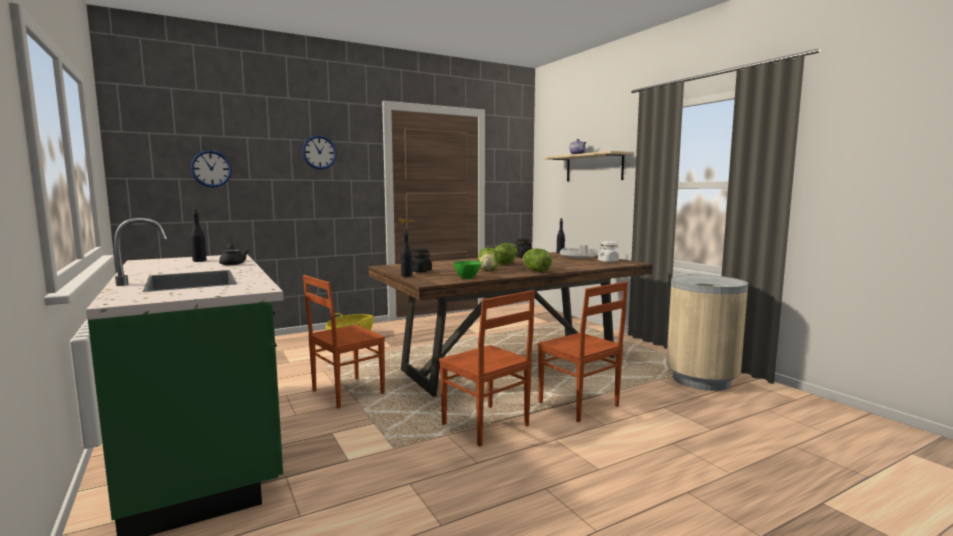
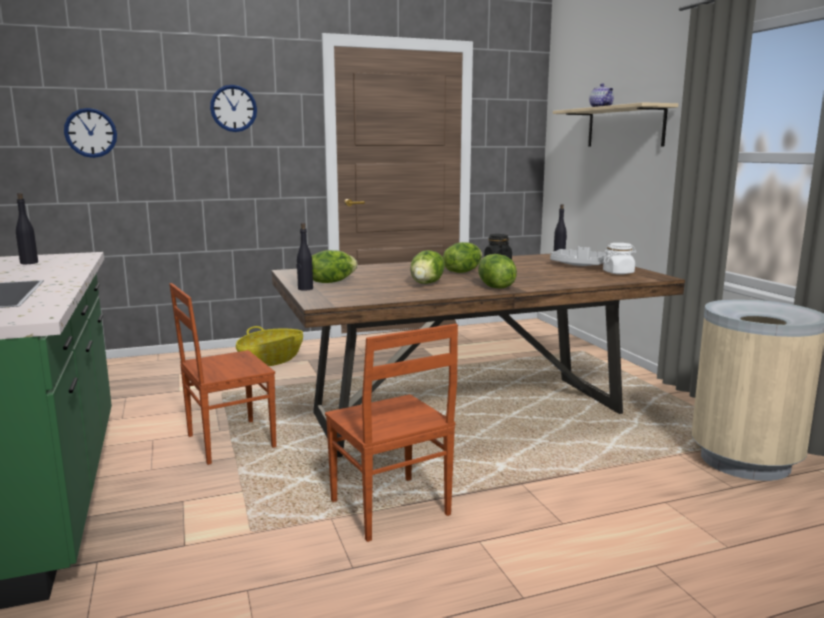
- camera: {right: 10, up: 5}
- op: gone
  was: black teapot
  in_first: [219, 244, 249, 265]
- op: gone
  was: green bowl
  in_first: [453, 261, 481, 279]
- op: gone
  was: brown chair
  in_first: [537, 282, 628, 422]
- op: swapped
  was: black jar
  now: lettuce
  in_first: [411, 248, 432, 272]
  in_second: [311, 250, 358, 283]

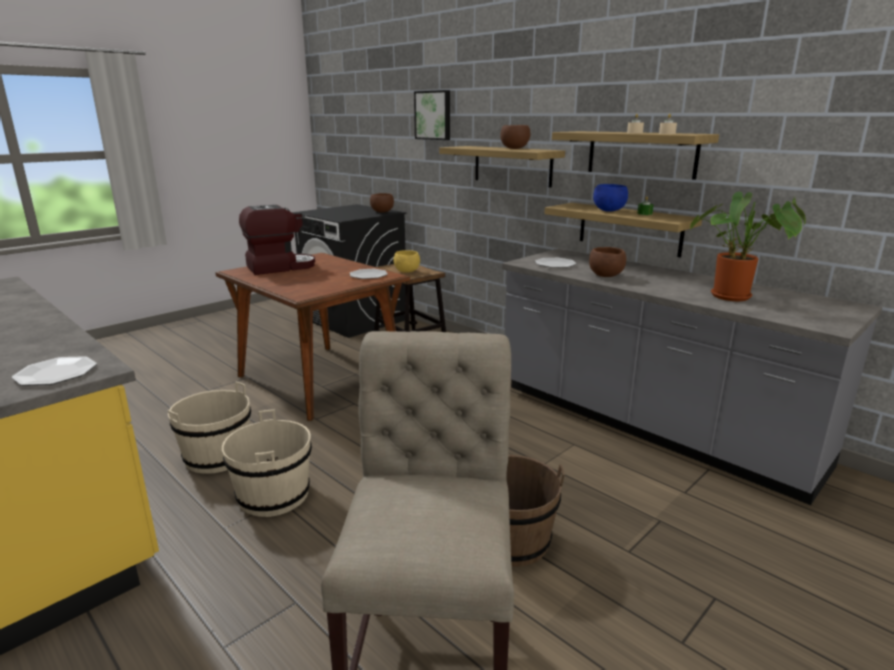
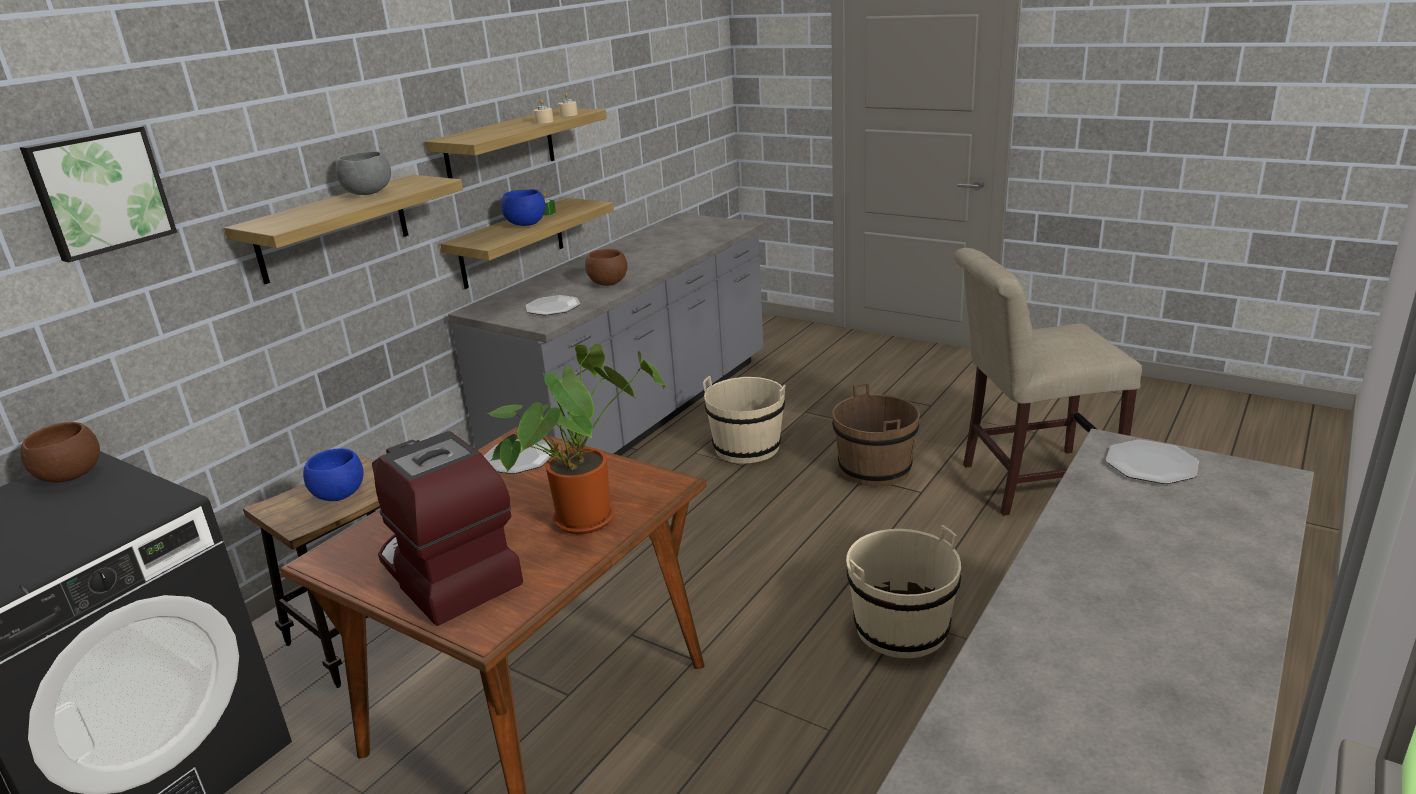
- camera: {right: -100, up: 5}
- op: shifted
  was: beige bucket
  in_first: [168, 381, 251, 474]
  in_second: [703, 376, 786, 464]
- op: shifted
  was: potted plant
  in_first: [690, 192, 806, 301]
  in_second: [487, 343, 665, 534]
- op: repainted
  was: yellow bowl
  now: blue bowl
  in_first: [394, 250, 420, 273]
  in_second: [303, 448, 364, 501]
- op: repainted
  was: brown bowl
  now: grey bowl
  in_first: [500, 125, 530, 149]
  in_second: [336, 151, 391, 195]

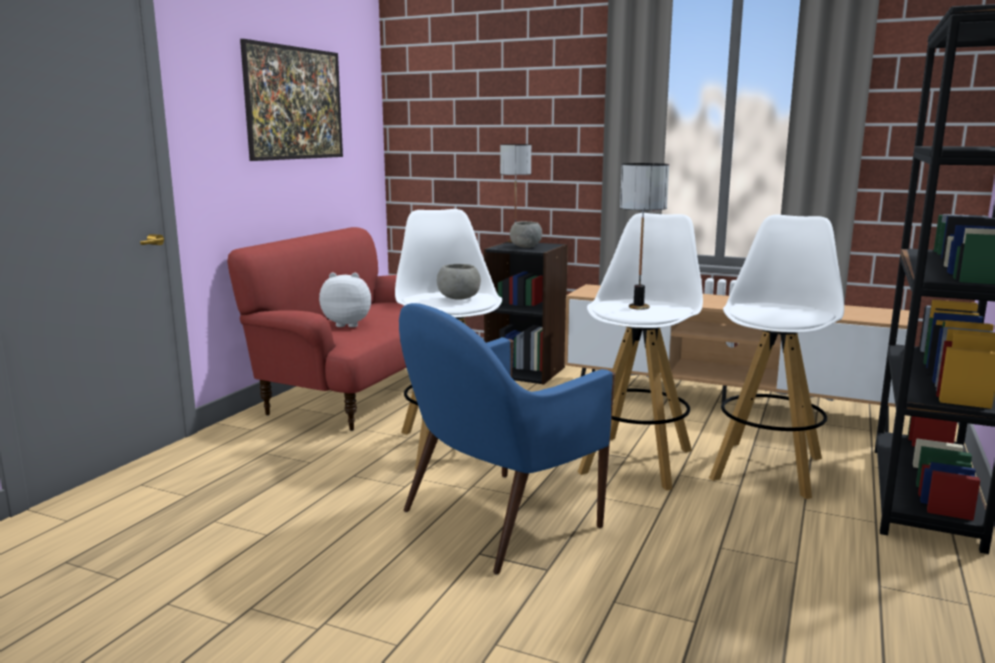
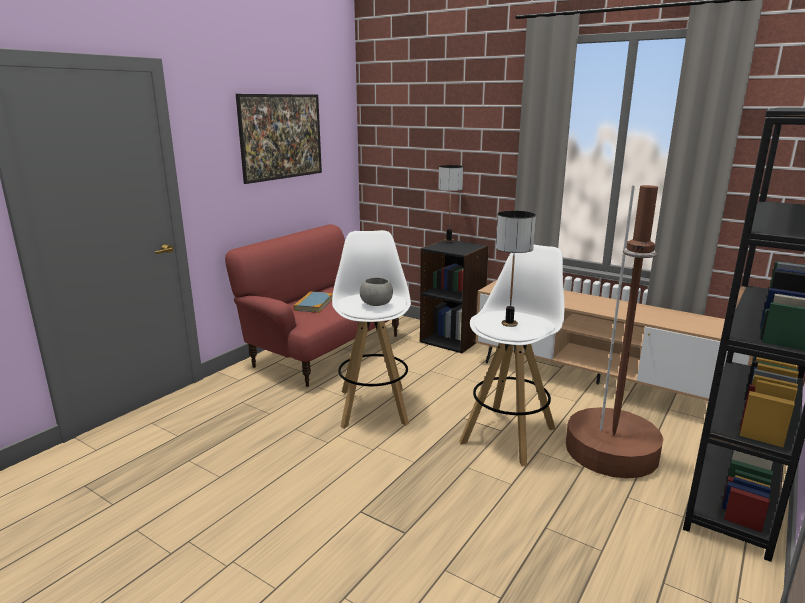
- camera: {right: 10, up: 5}
- op: gone
  was: blue armchair
  in_first: [399, 303, 615, 574]
- op: gone
  was: grey bowl
  in_first: [510, 221, 542, 248]
- op: swapped
  was: plush toy
  now: book
  in_first: [319, 272, 371, 327]
  in_second: [294, 292, 333, 313]
- op: swapped
  was: white stool
  now: brown floor lamp
  in_first: [709, 214, 844, 499]
  in_second: [566, 185, 664, 478]

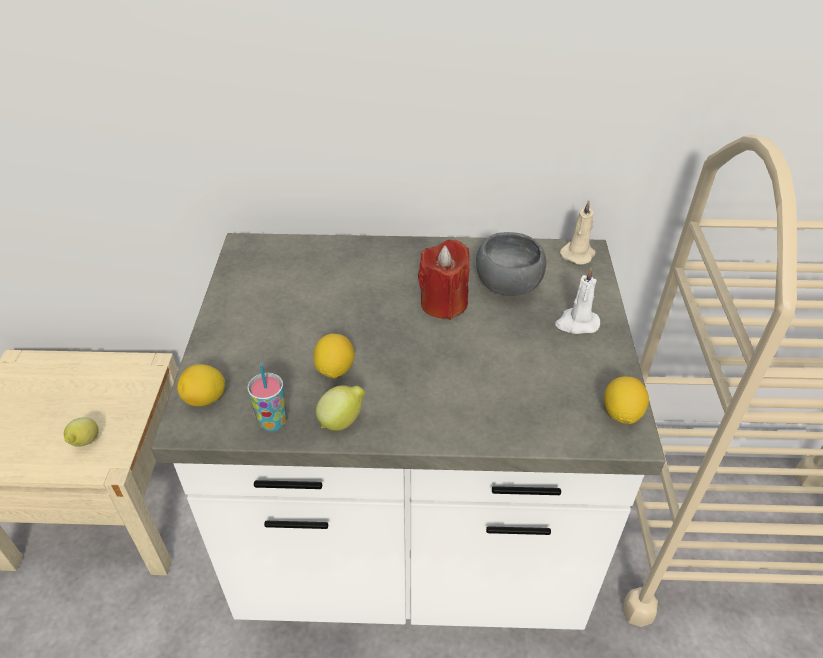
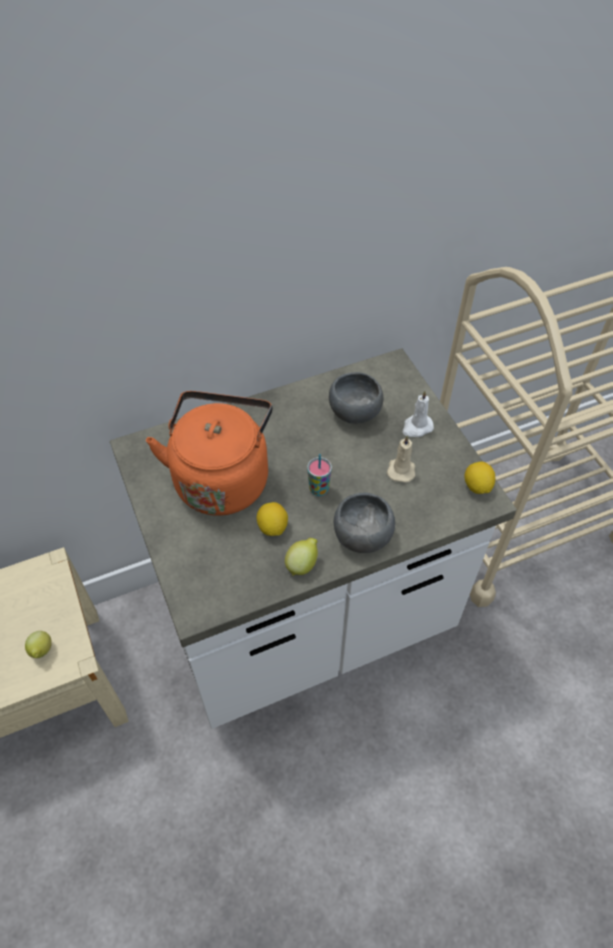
- camera: {right: -25, up: 10}
- op: gone
  was: lemon
  in_first: [177, 364, 225, 406]
- op: gone
  was: red candle
  in_first: [418, 239, 470, 320]
- op: new
  now: orange kettle
  in_second: [146, 391, 272, 516]
- op: new
  now: grey bowl
  in_second: [334, 493, 395, 553]
- op: shifted
  was: cup
  in_first: [247, 365, 287, 431]
  in_second: [307, 454, 332, 496]
- op: shifted
  was: beige candle
  in_first: [560, 200, 596, 265]
  in_second: [387, 435, 415, 483]

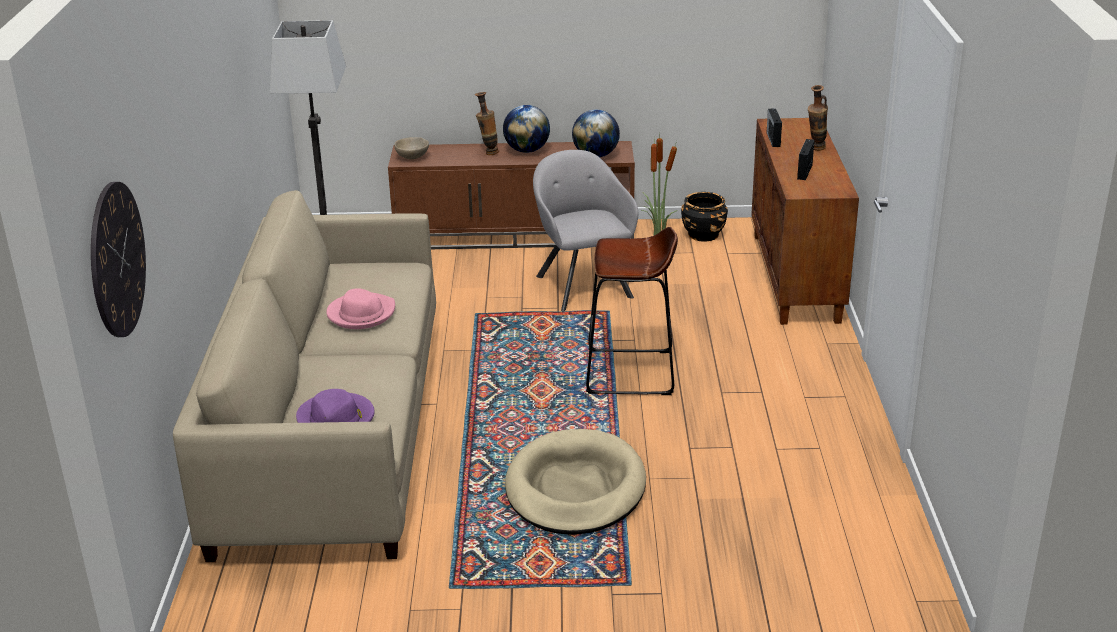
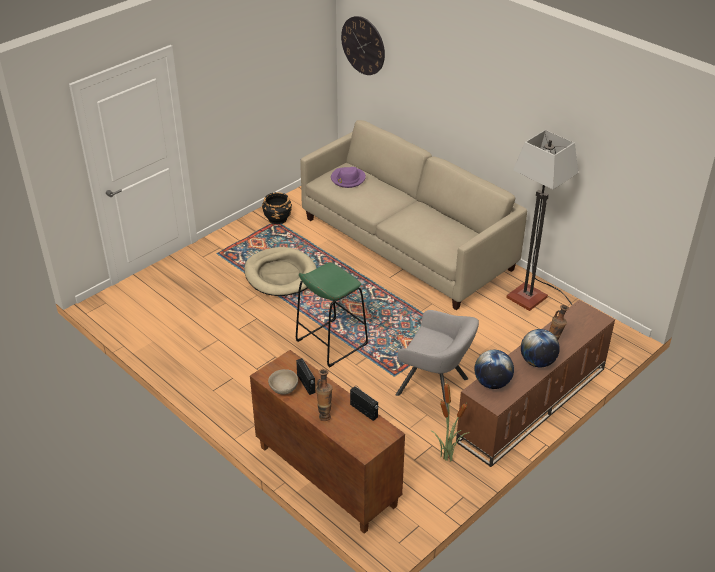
- camera: {right: 135, up: 10}
- op: gone
  was: pink hat
  in_first: [326, 288, 395, 329]
- op: shifted
  was: beige bowl
  in_first: [394, 137, 429, 159]
  in_second: [268, 369, 298, 395]
- op: shifted
  was: black planter
  in_first: [681, 192, 728, 242]
  in_second: [262, 192, 292, 224]
- op: repainted
  was: brown stool
  now: green stool
  in_first: [586, 227, 678, 395]
  in_second: [296, 262, 368, 367]

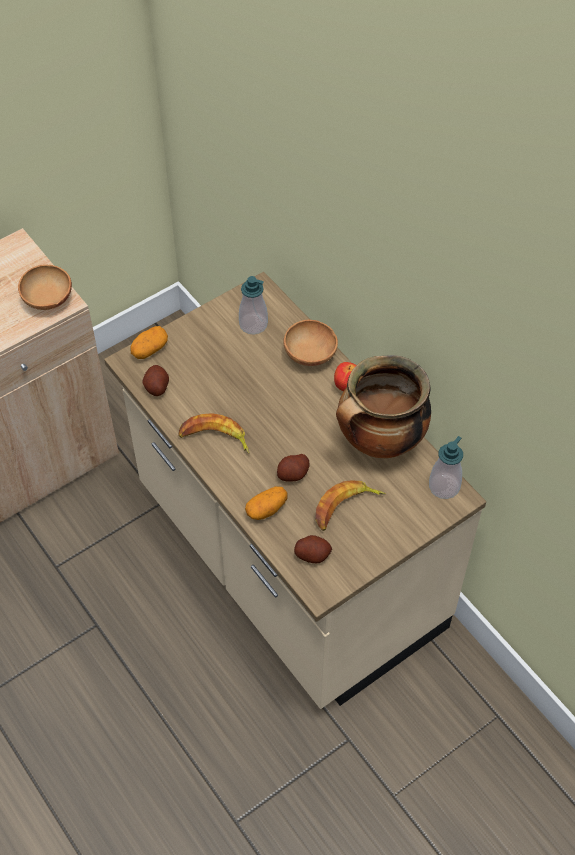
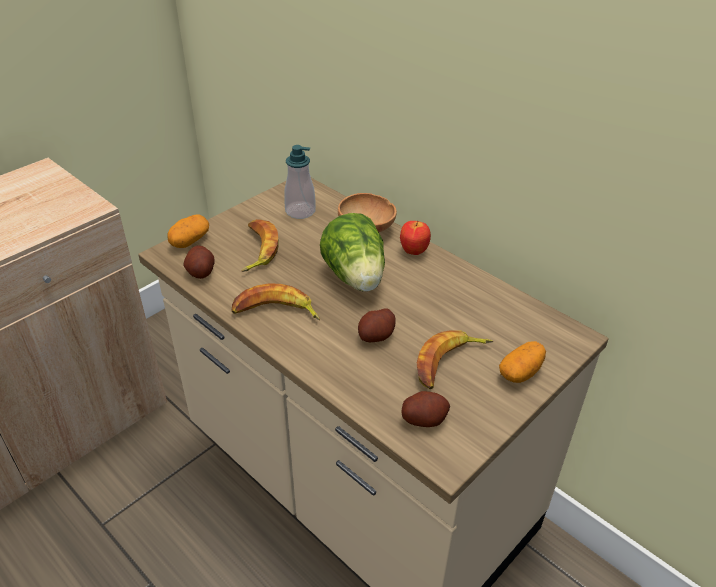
- camera: {right: -10, up: -15}
- op: gone
  was: brown bowl
  in_first: [18, 264, 72, 310]
- op: gone
  was: cooking pot
  in_first: [336, 355, 431, 458]
- op: gone
  was: soap dispenser
  in_first: [429, 436, 463, 499]
- op: new
  now: banana
  in_second: [242, 219, 279, 272]
- op: new
  now: lettuce
  in_second: [320, 213, 385, 292]
- op: shifted
  was: potato
  in_first: [245, 486, 288, 520]
  in_second: [499, 341, 546, 383]

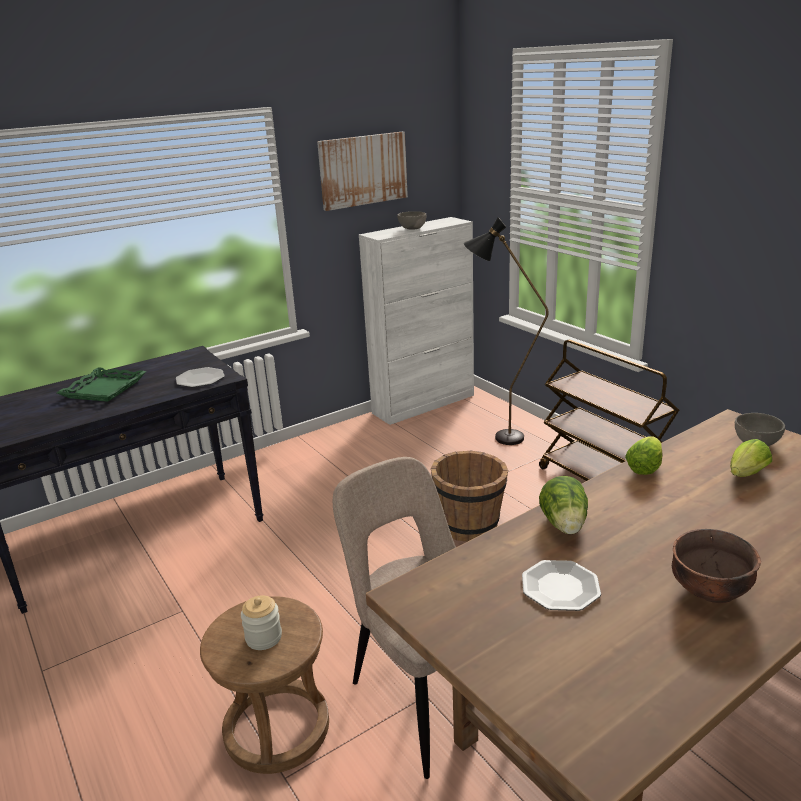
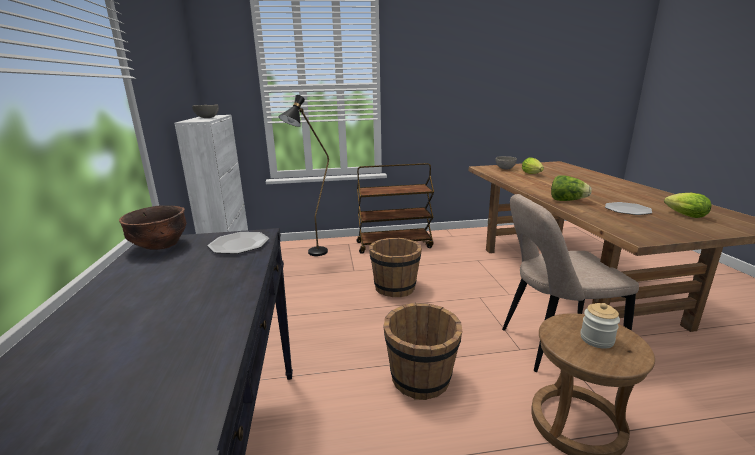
- camera: {right: -65, up: -5}
- op: gone
  was: green tray
  in_first: [57, 368, 146, 402]
- op: gone
  was: picture
  in_first: [317, 132, 408, 211]
- op: new
  now: brown bucket
  in_second: [383, 302, 463, 400]
- op: shifted
  was: lettuce
  in_first: [625, 436, 663, 475]
  in_second: [664, 193, 712, 218]
- op: shifted
  was: brown bowl
  in_first: [672, 529, 761, 603]
  in_second: [119, 205, 186, 250]

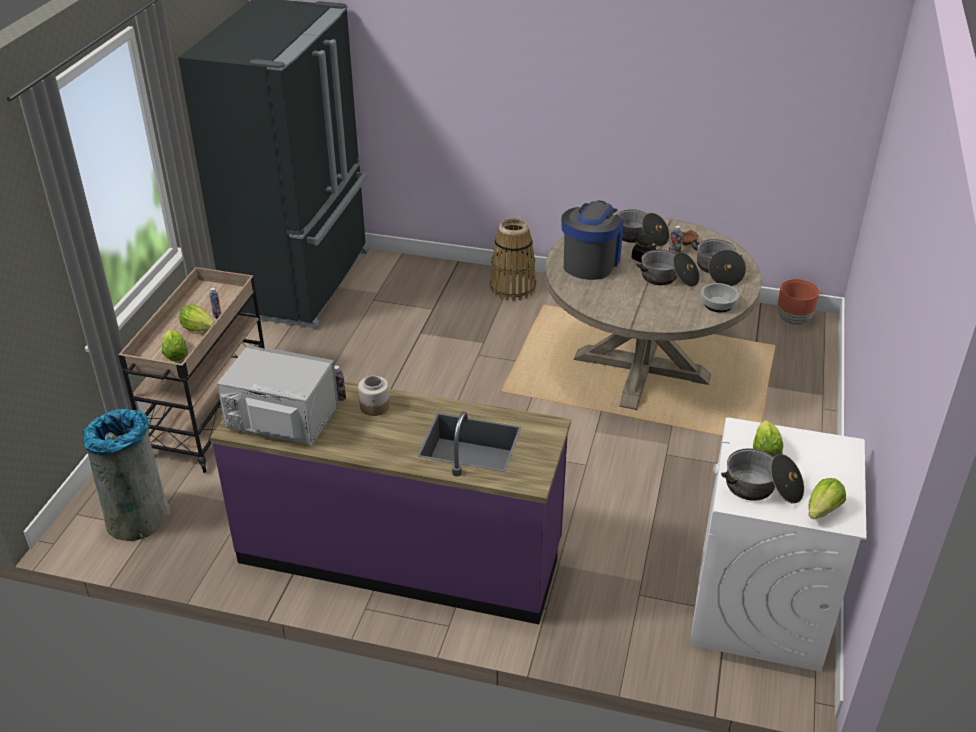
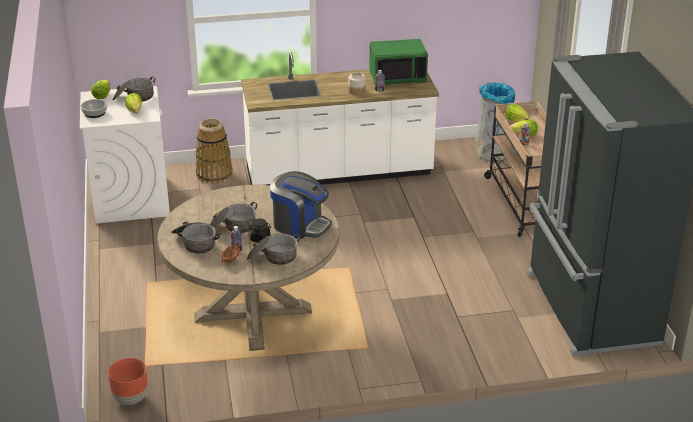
- camera: {right: 155, up: -5}
- op: shifted
  was: basket
  in_first: [490, 218, 536, 301]
  in_second: [196, 119, 233, 184]
- op: shifted
  was: bowl
  in_first: [701, 283, 739, 313]
  in_second: [80, 99, 107, 118]
- op: repainted
  was: purple counter
  now: white counter
  in_first: [210, 381, 571, 624]
  in_second: [241, 53, 439, 185]
- op: repainted
  was: grey microwave
  now: green microwave
  in_first: [217, 345, 338, 445]
  in_second: [369, 39, 428, 85]
- op: rotated
  was: coffee machine
  in_first: [561, 200, 624, 280]
  in_second: [270, 171, 332, 239]
  clockwise: -60

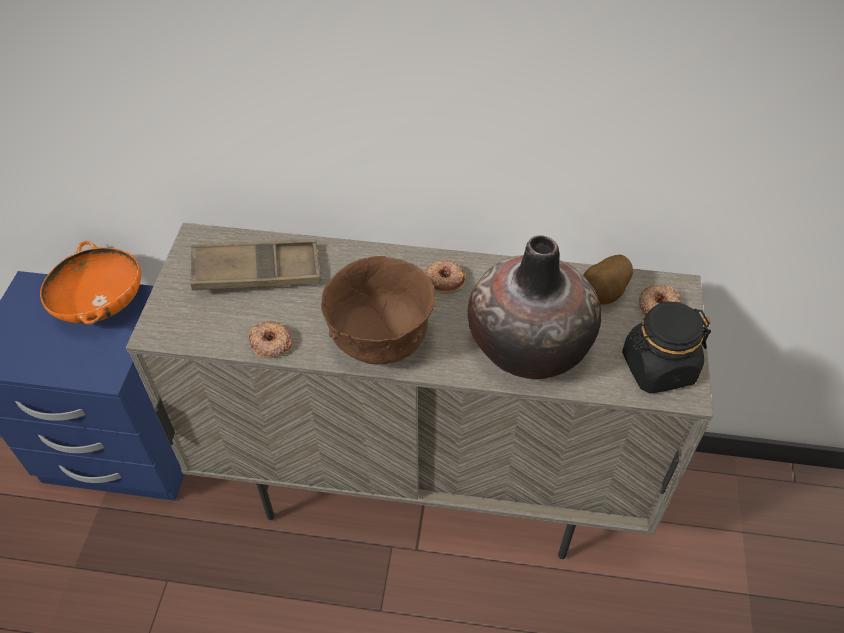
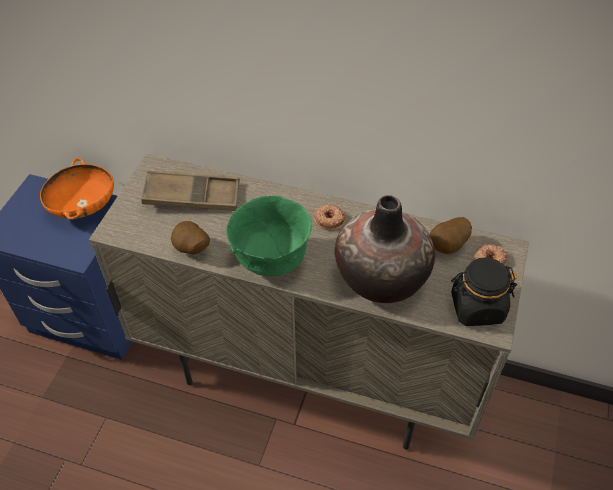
- camera: {right: 10, up: 0}
- op: swapped
  was: donut
  now: potato
  in_first: [248, 320, 292, 358]
  in_second: [171, 221, 210, 255]
- op: repainted
  was: brown bowl
  now: green bowl
  in_first: [321, 256, 436, 365]
  in_second: [226, 195, 312, 276]

